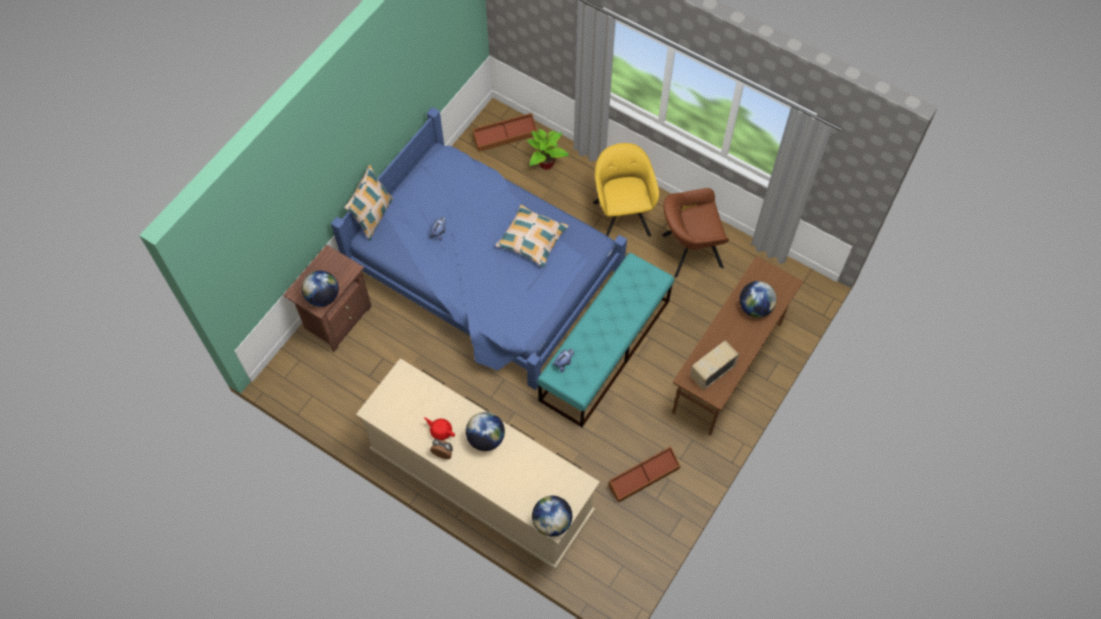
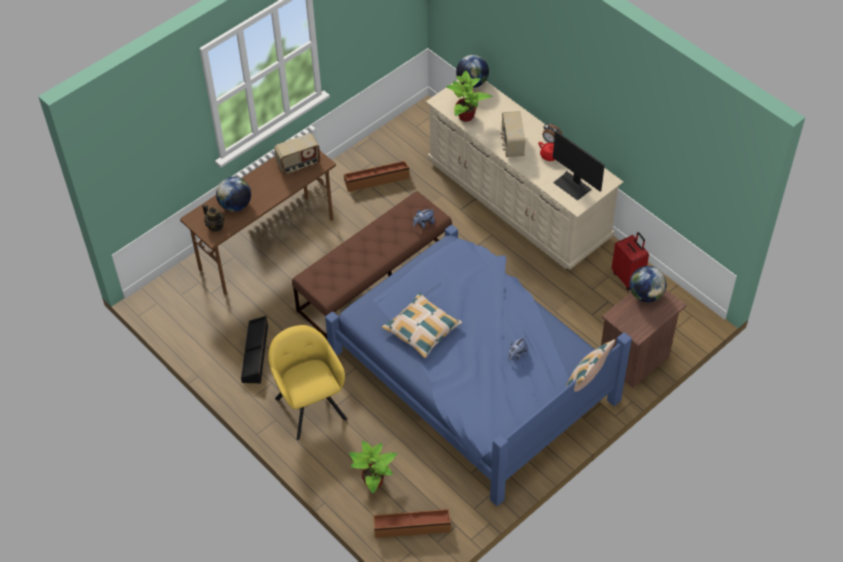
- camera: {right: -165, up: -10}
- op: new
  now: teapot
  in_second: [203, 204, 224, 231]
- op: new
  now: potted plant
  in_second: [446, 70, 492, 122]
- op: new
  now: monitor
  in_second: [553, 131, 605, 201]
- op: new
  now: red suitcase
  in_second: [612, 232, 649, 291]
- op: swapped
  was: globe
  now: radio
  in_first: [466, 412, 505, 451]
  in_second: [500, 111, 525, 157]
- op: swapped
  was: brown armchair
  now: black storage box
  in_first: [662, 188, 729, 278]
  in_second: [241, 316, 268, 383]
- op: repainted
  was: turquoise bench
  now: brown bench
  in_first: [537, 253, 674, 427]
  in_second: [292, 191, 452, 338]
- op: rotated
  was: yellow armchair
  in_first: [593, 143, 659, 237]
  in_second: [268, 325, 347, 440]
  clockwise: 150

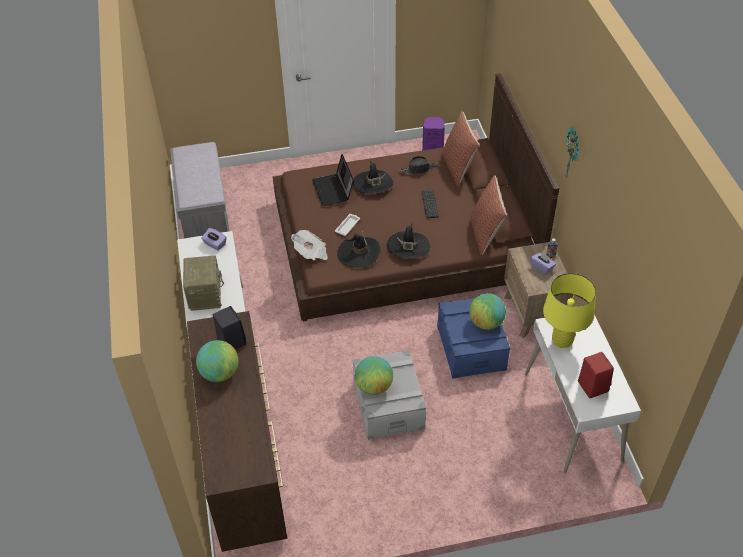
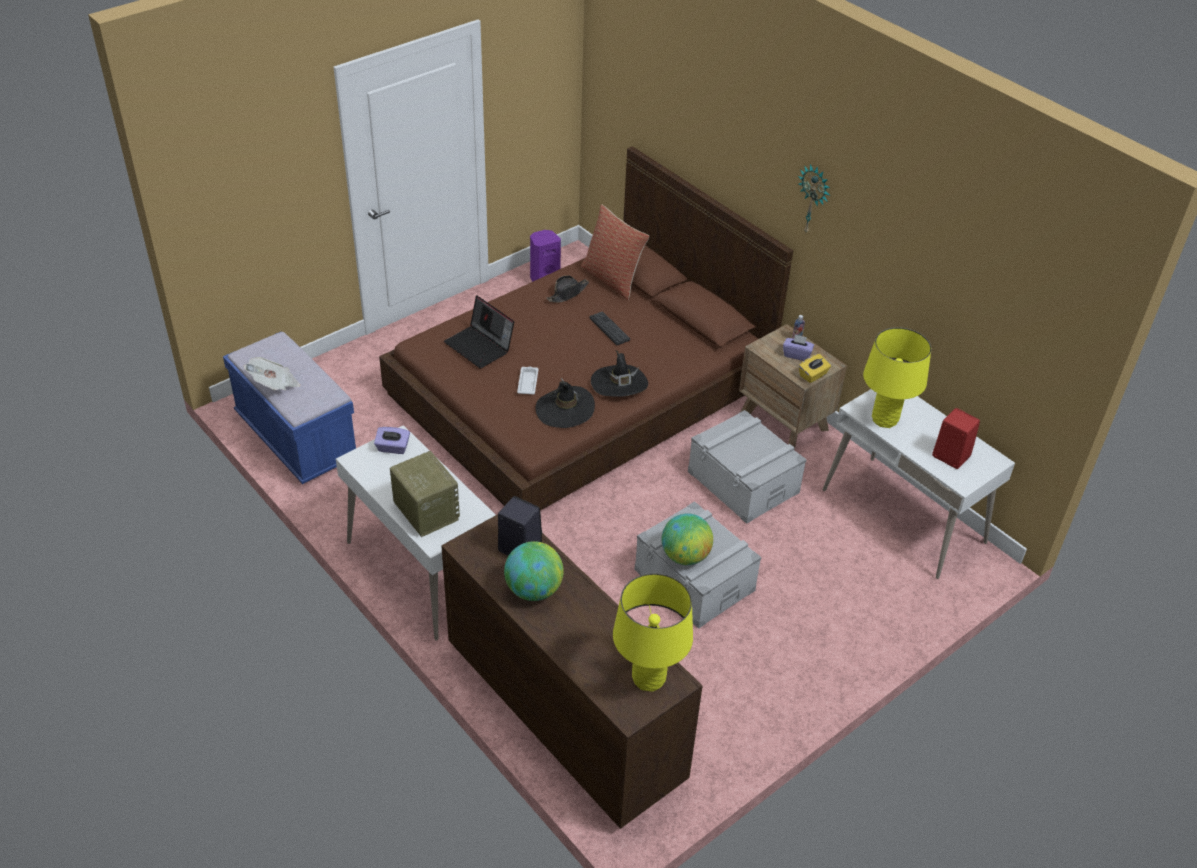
- camera: {right: -30, up: -5}
- op: gone
  was: black hat
  in_first: [353, 160, 393, 194]
- op: gone
  was: globe
  in_first: [469, 293, 506, 330]
- op: gone
  was: pillow
  in_first: [470, 175, 507, 256]
- op: new
  now: yellow table lamp
  in_second: [613, 573, 693, 692]
- op: new
  now: yellow tissue box
  in_second: [799, 354, 831, 383]
- op: shifted
  was: newspaper
  in_first: [291, 230, 328, 260]
  in_second: [243, 357, 300, 390]
- op: repainted
  was: grey bench
  now: blue bench
  in_first: [170, 142, 229, 238]
  in_second: [223, 332, 356, 484]
- op: repainted
  was: blue storage box
  now: grey storage box
  in_first: [437, 298, 510, 379]
  in_second: [688, 410, 807, 524]

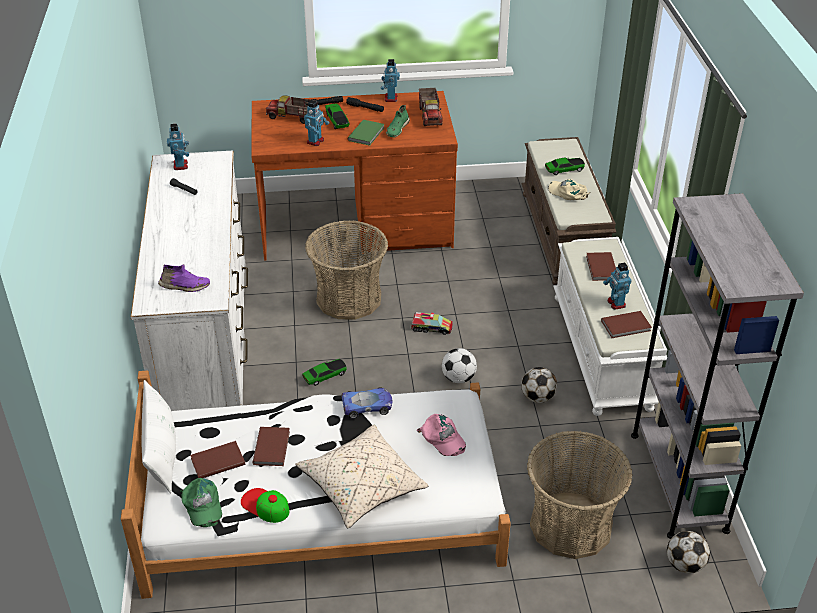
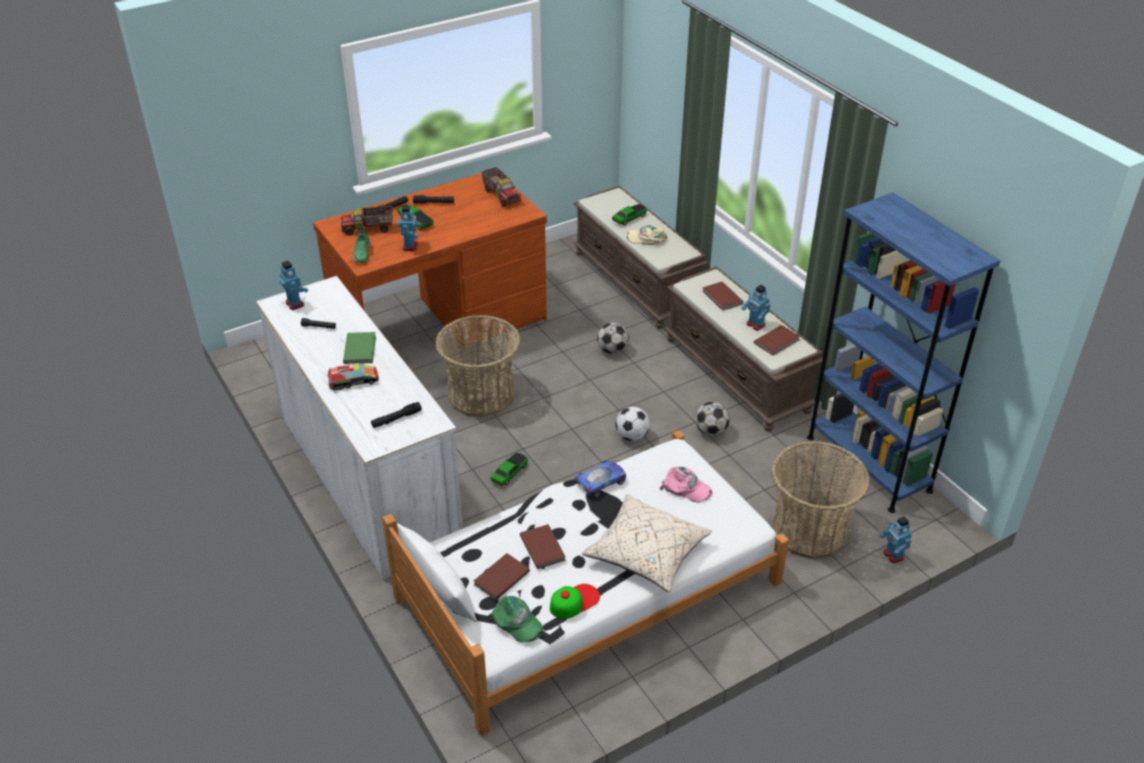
- camera: {right: -25, up: 0}
- op: shifted
  was: green book
  in_first: [348, 120, 384, 146]
  in_second: [343, 332, 376, 364]
- op: shifted
  was: toy robot
  in_first: [381, 59, 400, 102]
  in_second: [879, 516, 912, 563]
- op: shifted
  was: green shoe
  in_first: [386, 105, 410, 137]
  in_second: [353, 226, 370, 263]
- op: shifted
  was: toy truck
  in_first: [411, 312, 453, 335]
  in_second: [328, 363, 379, 390]
- op: shifted
  was: football
  in_first: [667, 531, 710, 573]
  in_second: [597, 322, 629, 354]
- op: swapped
  was: purple shoe
  now: black flashlight
  in_first: [158, 264, 210, 292]
  in_second: [371, 402, 422, 428]
- op: repainted
  was: white bench
  now: brown bench
  in_first: [553, 237, 667, 416]
  in_second: [664, 266, 823, 431]
- op: repainted
  was: grey bookcase
  now: blue bookcase
  in_first: [631, 193, 804, 539]
  in_second: [807, 193, 1000, 513]
- op: rotated
  was: cap
  in_first: [241, 488, 289, 523]
  in_second: [550, 584, 600, 619]
  clockwise: 135

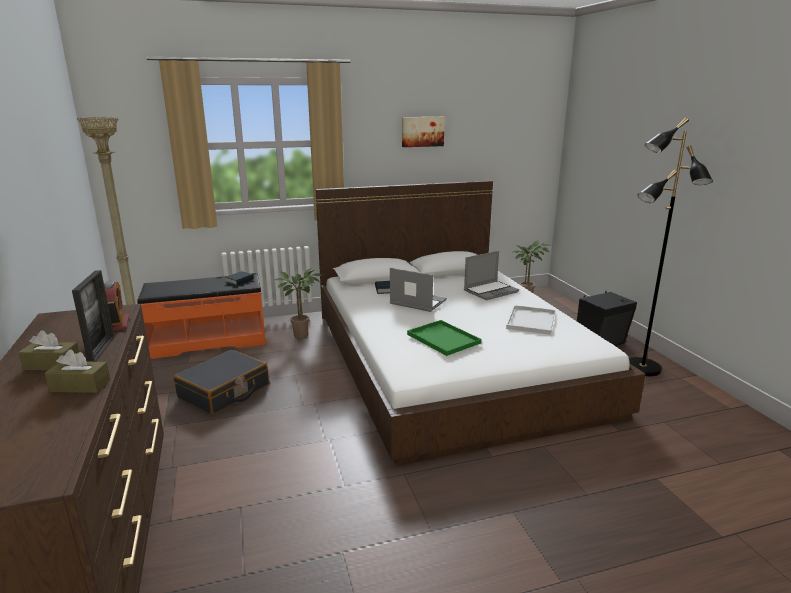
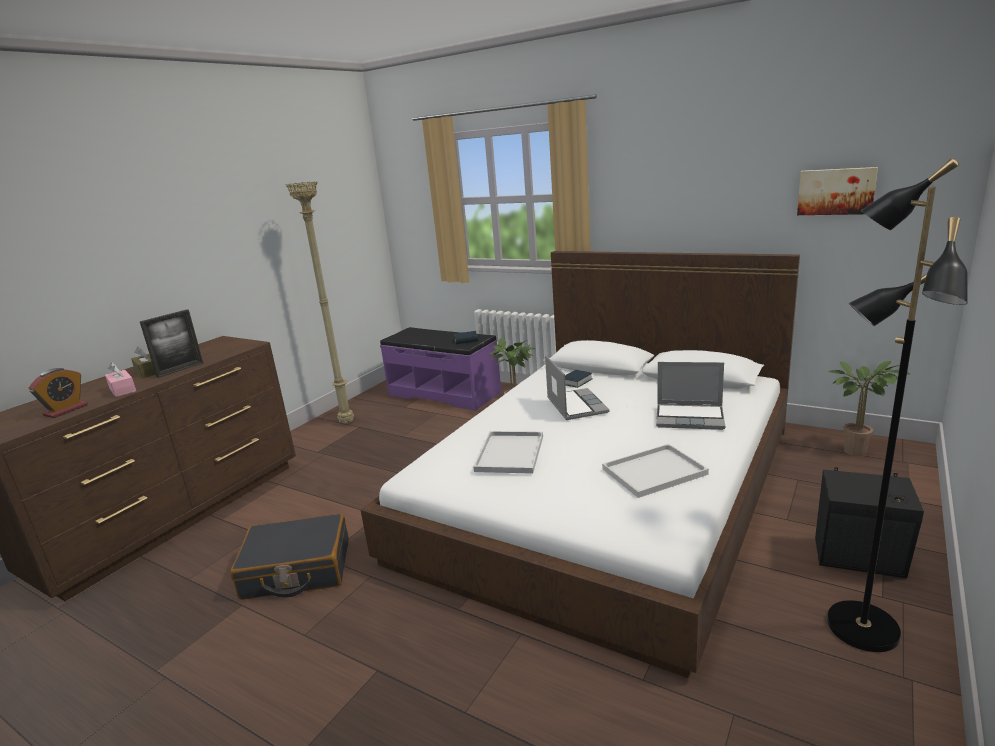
- camera: {right: 50, up: 0}
- op: shifted
  was: alarm clock
  in_first: [104, 280, 129, 331]
  in_second: [29, 368, 88, 418]
- op: shifted
  was: black suitcase
  in_first: [173, 350, 269, 415]
  in_second: [230, 514, 349, 600]
- op: shifted
  was: picture
  in_first: [402, 117, 445, 147]
  in_second: [797, 167, 878, 215]
- op: repainted
  was: brown tissue box
  now: pink tissue box
  in_first: [45, 349, 110, 393]
  in_second: [105, 363, 136, 397]
- op: repainted
  was: orange bench
  now: purple bench
  in_first: [137, 273, 266, 359]
  in_second: [380, 327, 501, 411]
- op: repainted
  was: green tray
  now: white tray
  in_first: [407, 320, 481, 356]
  in_second: [474, 431, 543, 474]

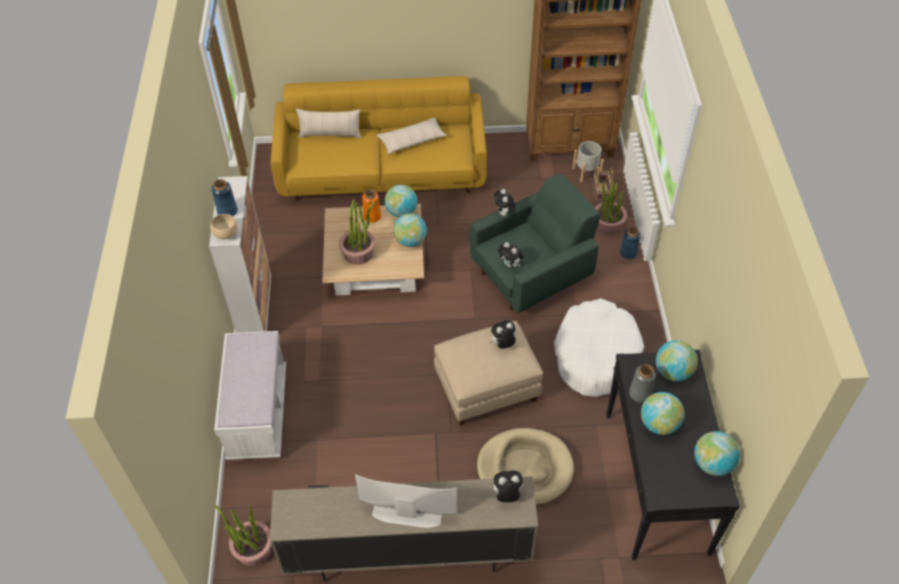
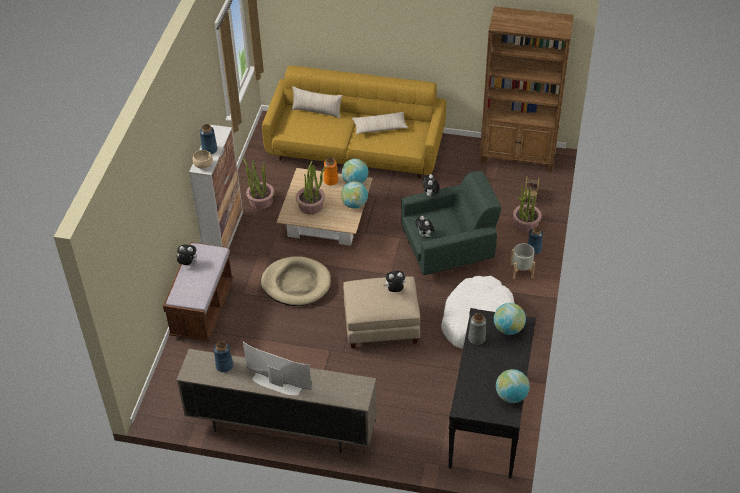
- camera: {right: 15, up: -5}
- op: gone
  was: globe
  in_first: [641, 392, 685, 435]
- op: new
  now: blue vase
  in_second: [214, 341, 233, 372]
- op: shifted
  was: potted plant
  in_first: [215, 505, 271, 566]
  in_second: [243, 157, 274, 209]
- op: shifted
  was: beige dog bed
  in_first: [477, 428, 574, 505]
  in_second: [261, 257, 331, 306]
- op: shifted
  was: plush toy
  in_first: [490, 470, 523, 502]
  in_second: [176, 244, 197, 265]
- op: shifted
  was: grey planter
  in_first: [573, 141, 604, 182]
  in_second: [510, 243, 535, 279]
- op: repainted
  was: white bench
  now: brown bench
  in_first: [214, 331, 286, 460]
  in_second: [163, 242, 234, 341]

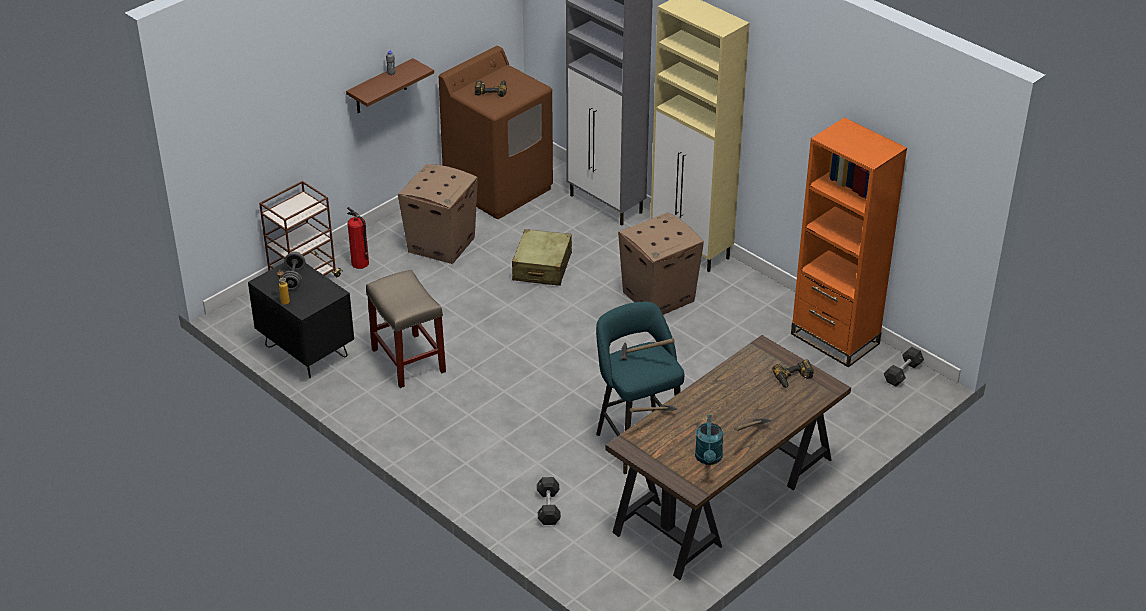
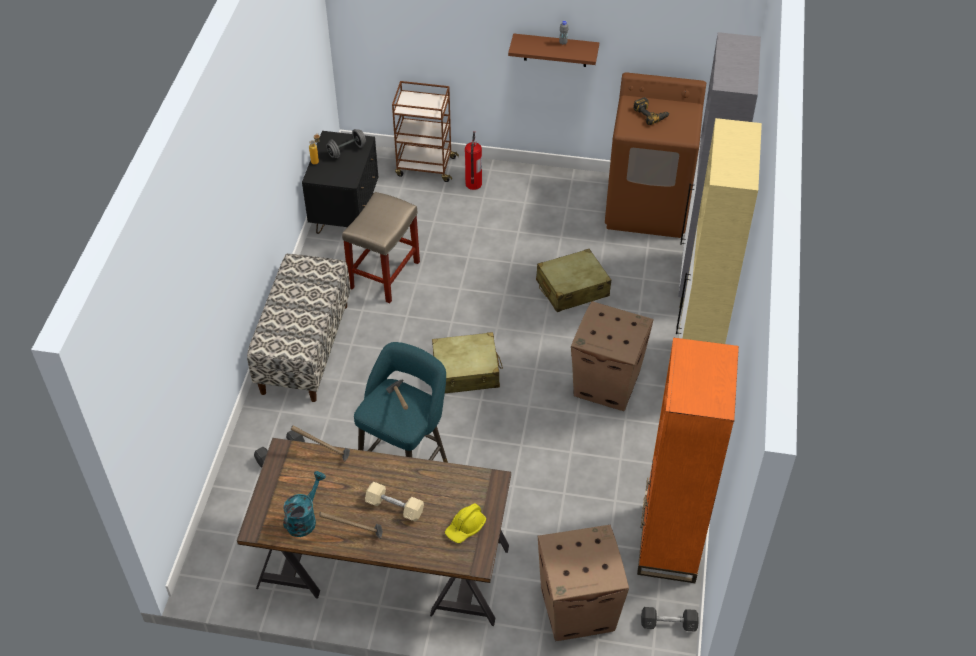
- camera: {right: 55, up: 10}
- op: new
  now: bench
  in_second: [247, 254, 351, 402]
- op: new
  now: beige dumbbell
  in_second: [365, 482, 424, 522]
- op: new
  now: beige suitcase
  in_second: [432, 332, 503, 393]
- op: shifted
  was: cardboard box
  in_first: [398, 164, 478, 264]
  in_second: [538, 525, 629, 641]
- op: swapped
  was: power drill
  now: yellow hard hat
  in_first: [772, 359, 814, 388]
  in_second: [445, 503, 486, 543]
- op: rotated
  was: turquoise watering can
  in_first: [695, 415, 723, 465]
  in_second: [283, 471, 326, 537]
  clockwise: 150

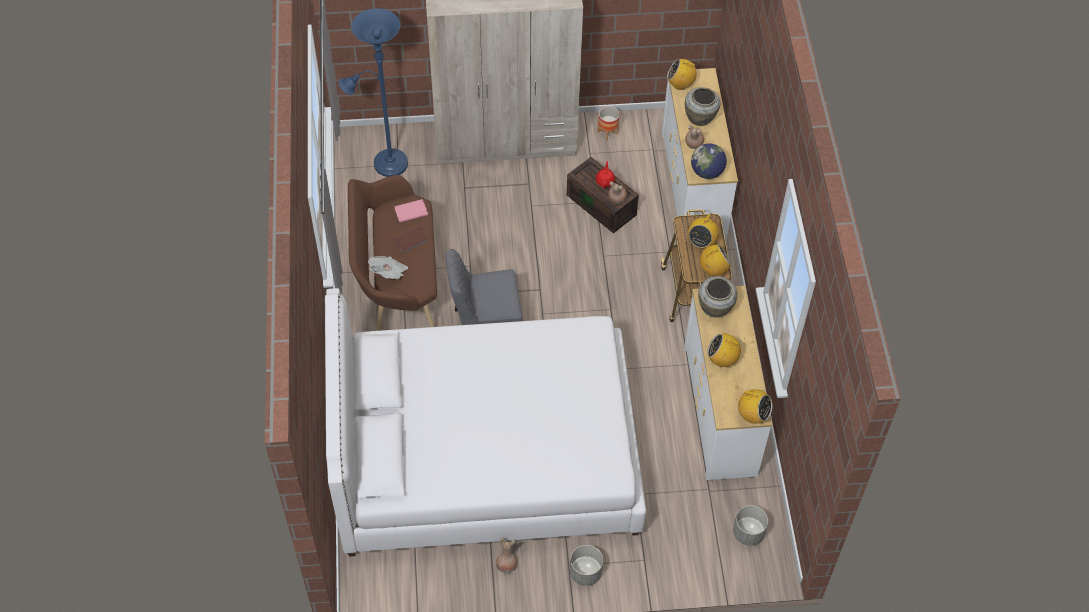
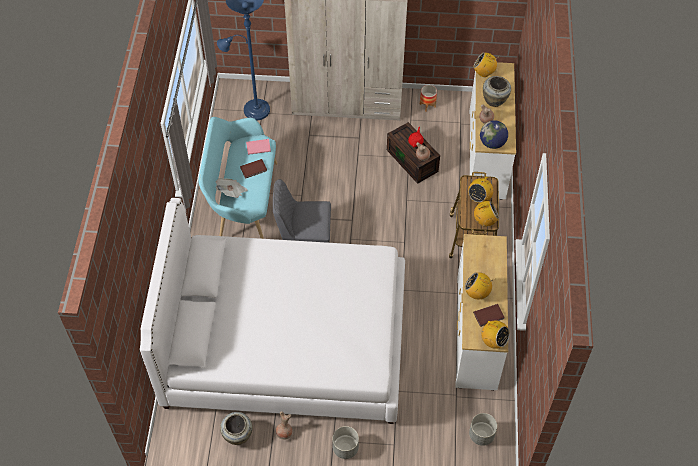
- camera: {right: 10, up: 0}
- op: new
  now: brown book
  in_second: [473, 304, 505, 327]
- op: shifted
  was: beige vase
  in_first: [698, 276, 737, 317]
  in_second: [220, 412, 253, 445]
- op: repainted
  was: brown bench
  now: turquoise bench
  in_first: [348, 175, 437, 331]
  in_second: [198, 117, 277, 239]

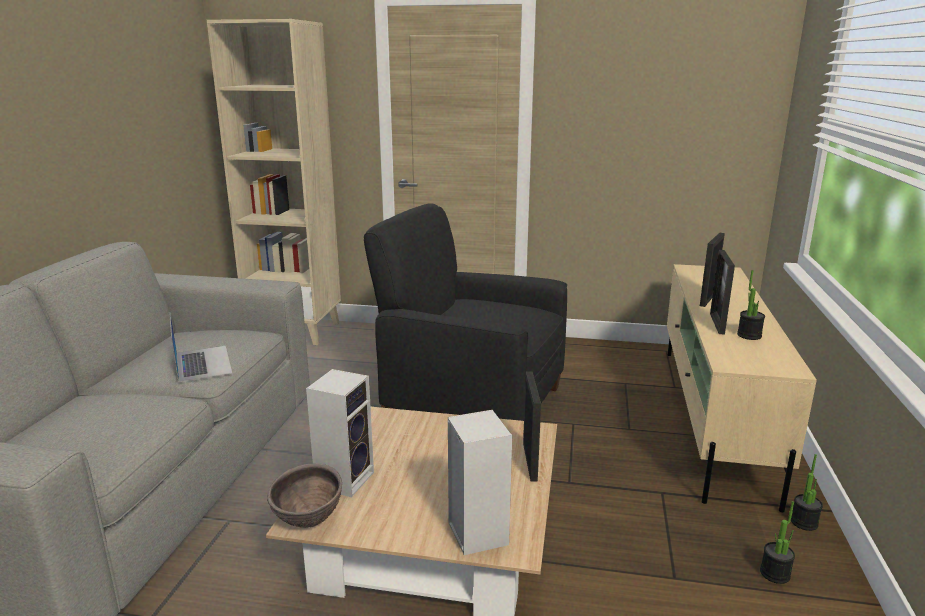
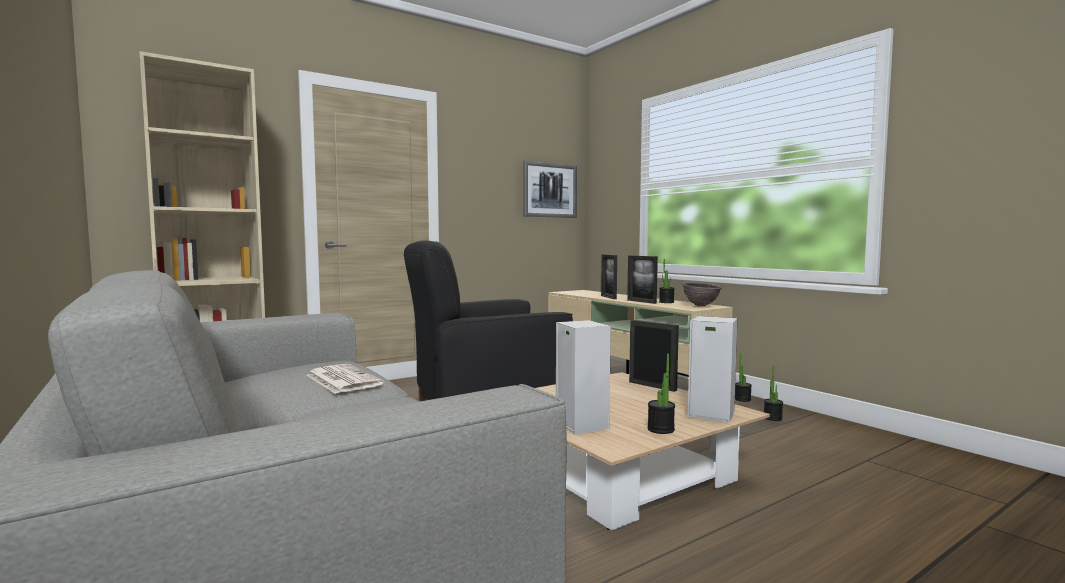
- camera: {right: -45, up: -15}
- op: new
  now: picture
  in_second: [523, 161, 577, 218]
- op: new
  now: potted plant
  in_second: [647, 354, 675, 434]
- op: shifted
  was: brown bowl
  in_first: [267, 463, 342, 528]
  in_second: [682, 282, 721, 306]
- op: swapped
  was: laptop
  now: newspaper
  in_first: [170, 313, 232, 382]
  in_second: [307, 364, 384, 394]

